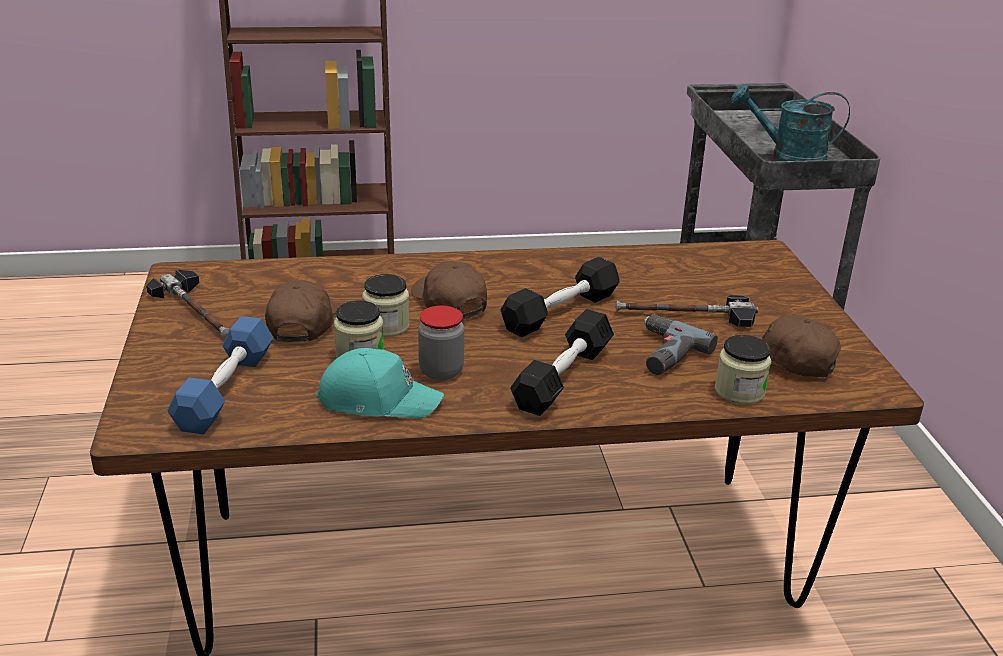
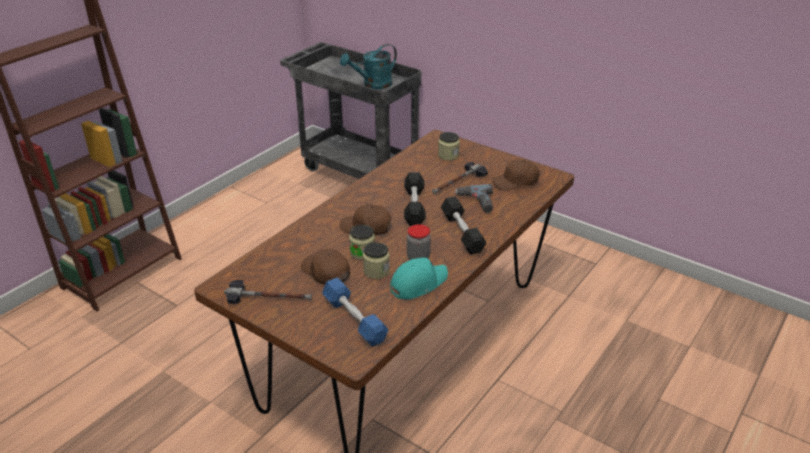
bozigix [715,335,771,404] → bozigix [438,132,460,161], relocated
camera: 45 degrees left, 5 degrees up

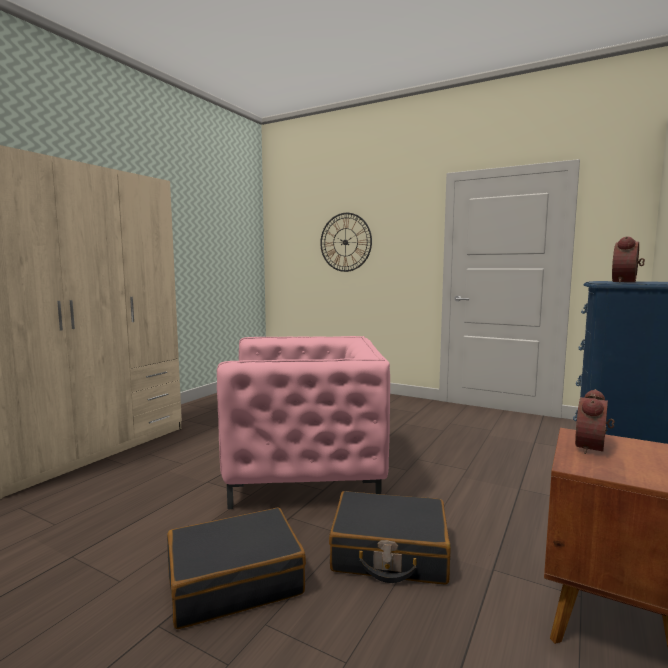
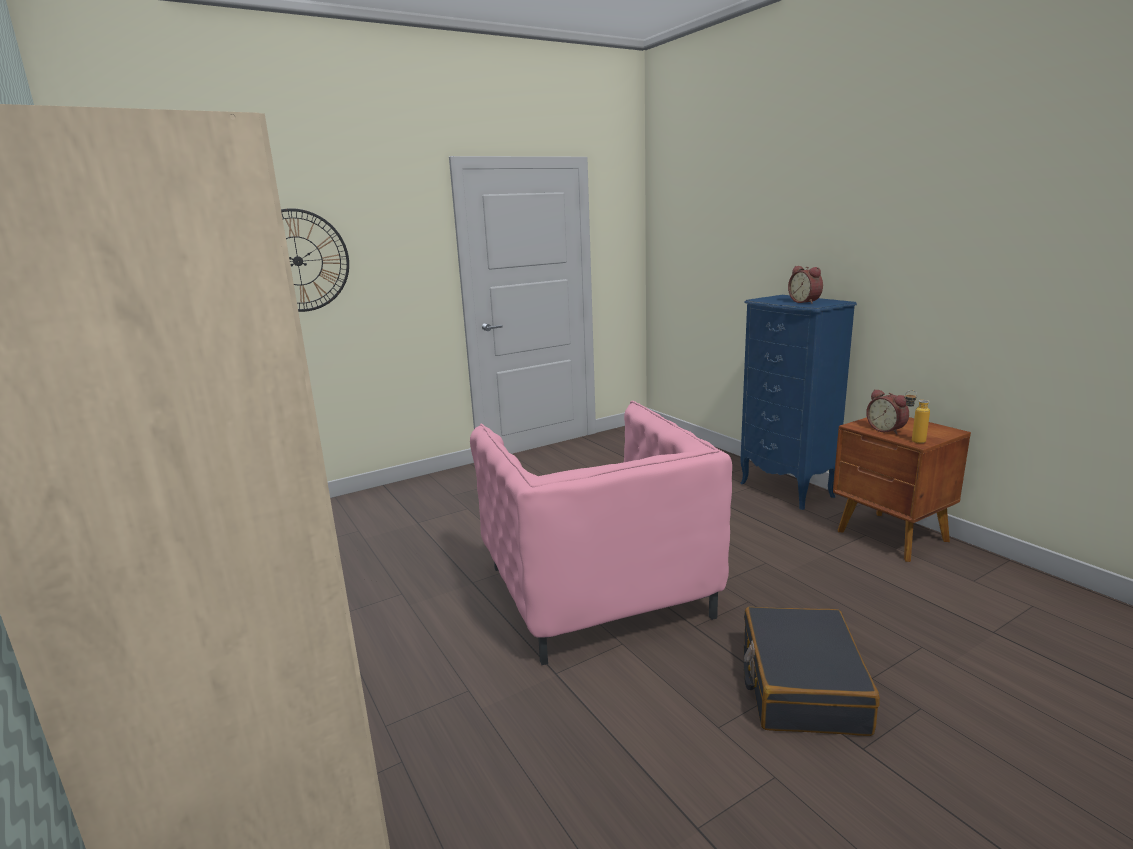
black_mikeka [329,491,451,585] → -
- → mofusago [905,390,930,443]
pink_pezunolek [217,336,390,509] → pink_pezunolek [470,401,732,665], 135 degrees clockwise
camera: 60 degrees left, 10 degrees up

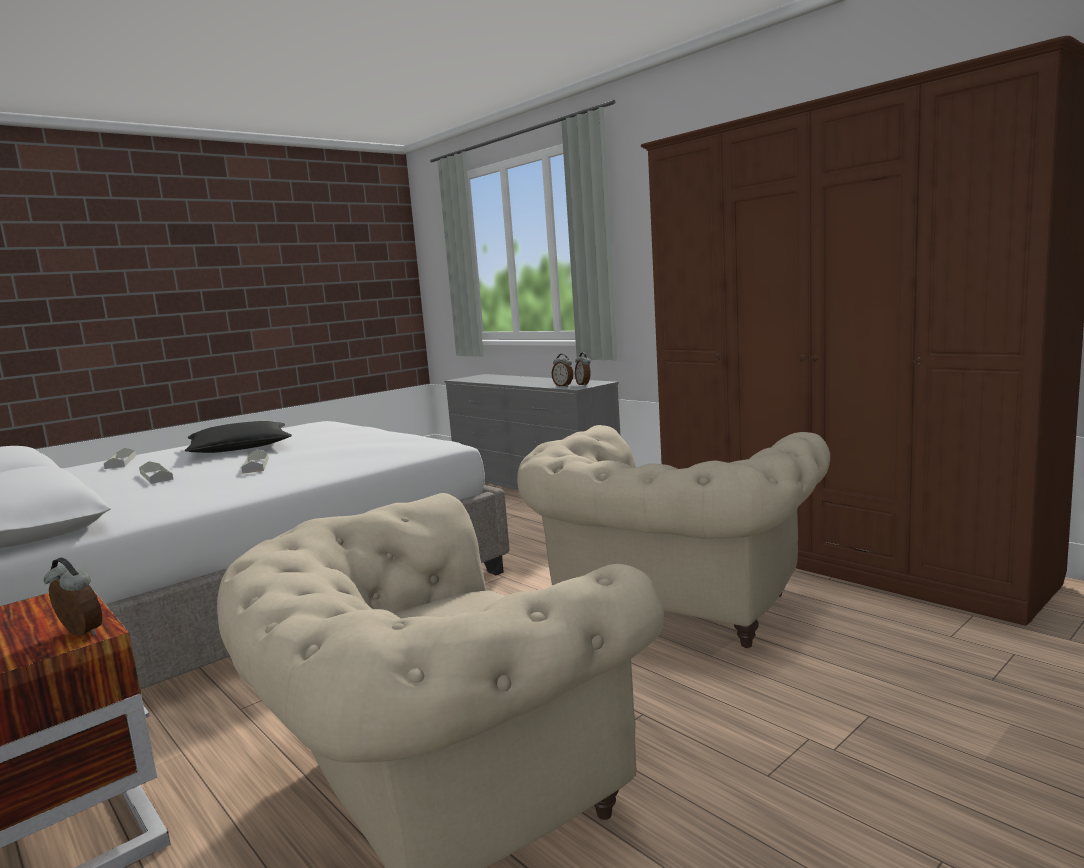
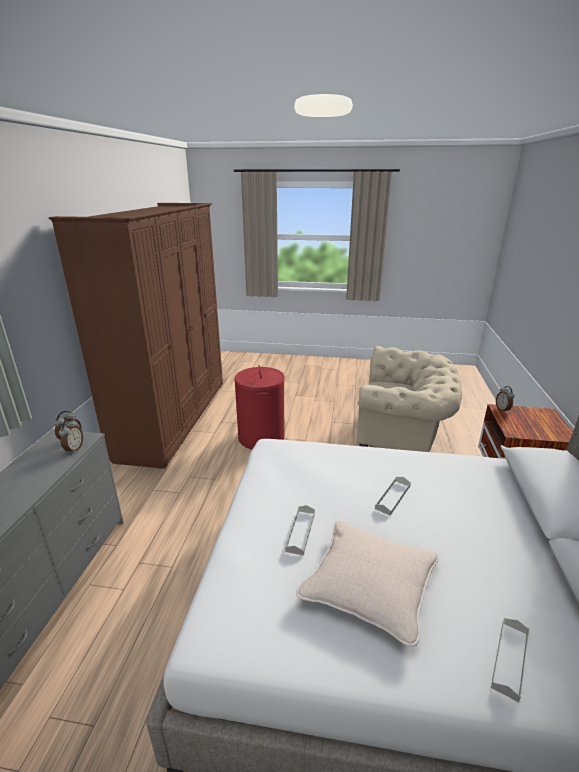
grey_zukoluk [139,461,173,484] → grey_zukoluk [285,505,315,556], relocated
beige_pezunolek [517,425,830,648] → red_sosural [234,365,285,450]
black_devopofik [185,421,292,453] → beige_devopofik [296,520,439,647]
camera: 130 degrees left, 15 degrees up

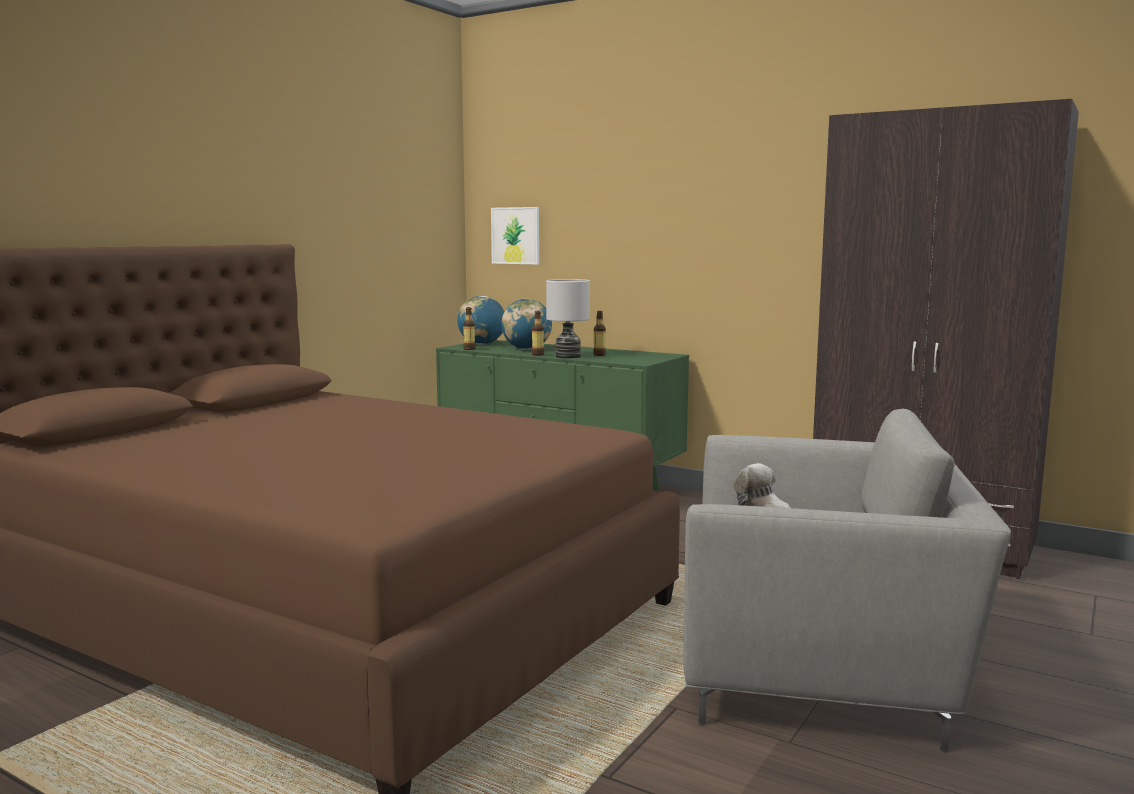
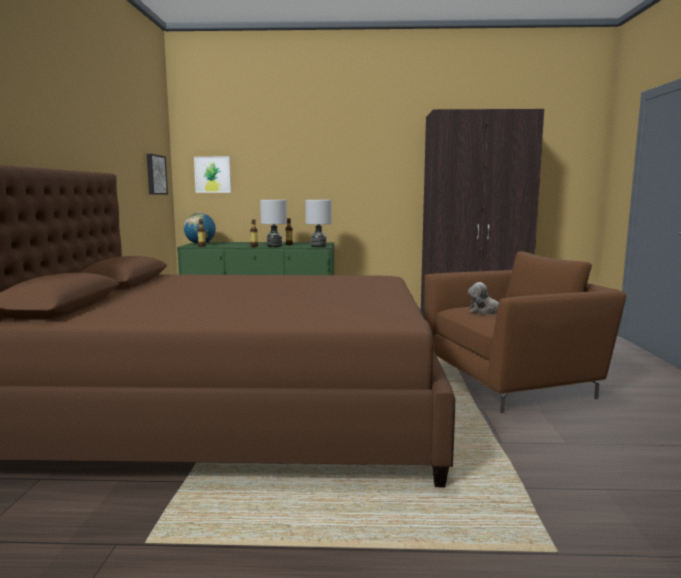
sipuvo [501,299,552,350] → -
- → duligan [147,154,168,195]
- → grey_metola [305,200,332,247]
grey_pezunolek [683,409,1011,752] → brown_pezunolek [424,251,626,413]
camera: 30 degrees left, 0 degrees up

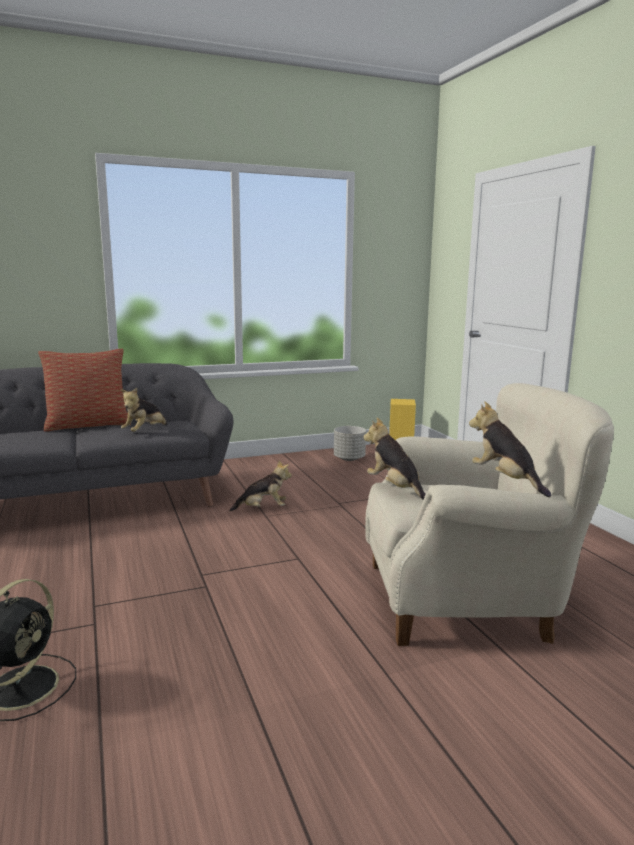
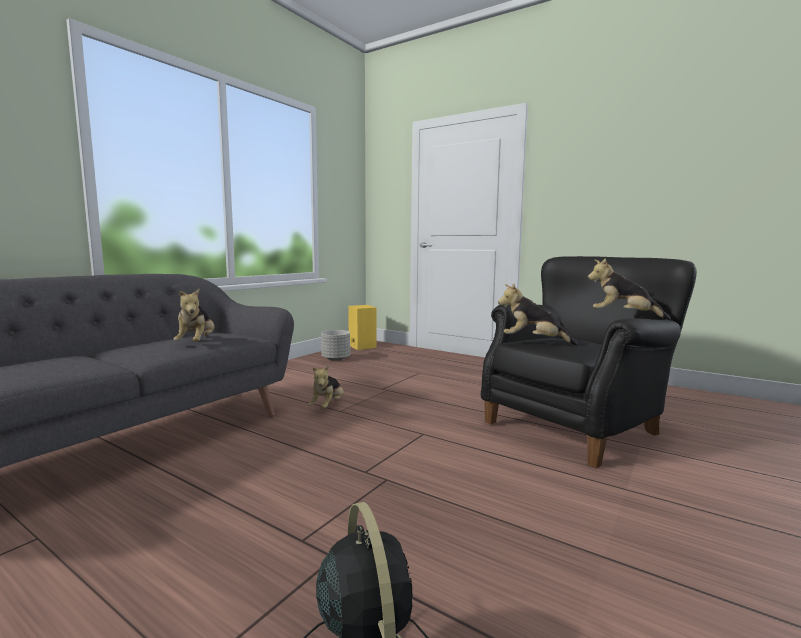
devopofik [38,349,131,432] → -
beige_pezunolek [365,383,614,646] → black_pezunolek [481,256,697,468]
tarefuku [229,460,292,511] → tarefuku [308,365,343,409], 150 degrees clockwise
camera: 35 degrees left, 5 degrees down

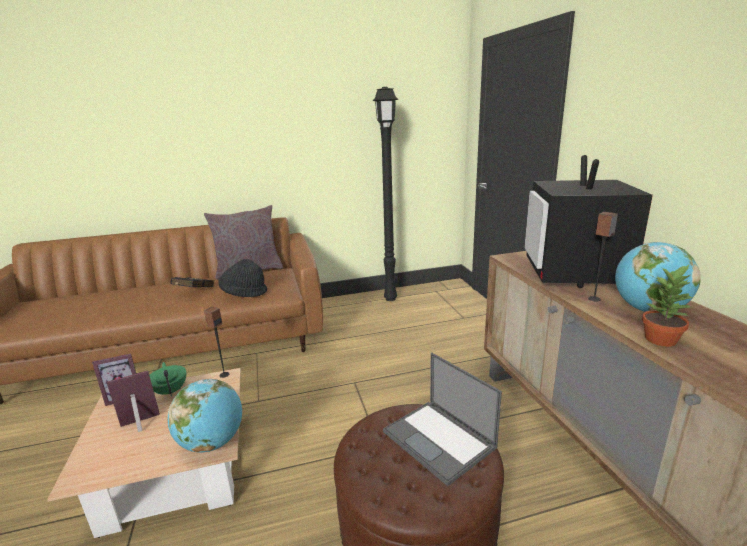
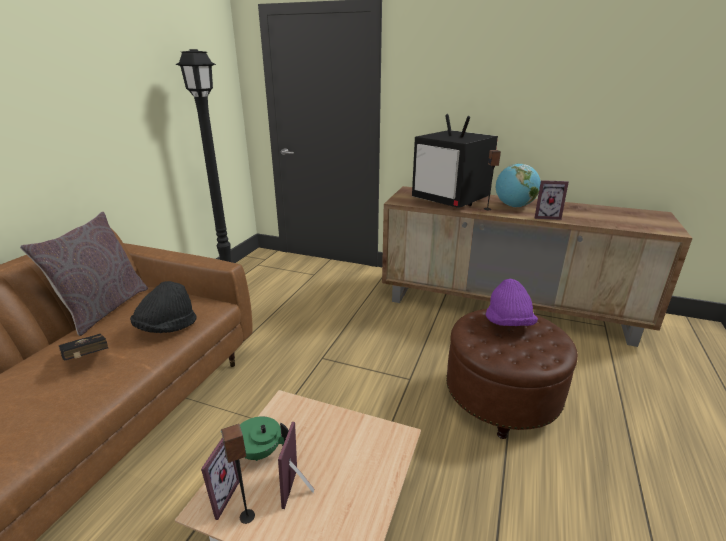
sipuvo [168,379,242,452] → -
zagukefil [204,307,229,378] → zagukefil [221,424,255,524], relocated
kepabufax [383,352,502,486] → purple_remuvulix [486,279,538,326]
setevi [642,265,693,347] → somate [535,180,569,220]
camera: 55 degrees left, 5 degrees up

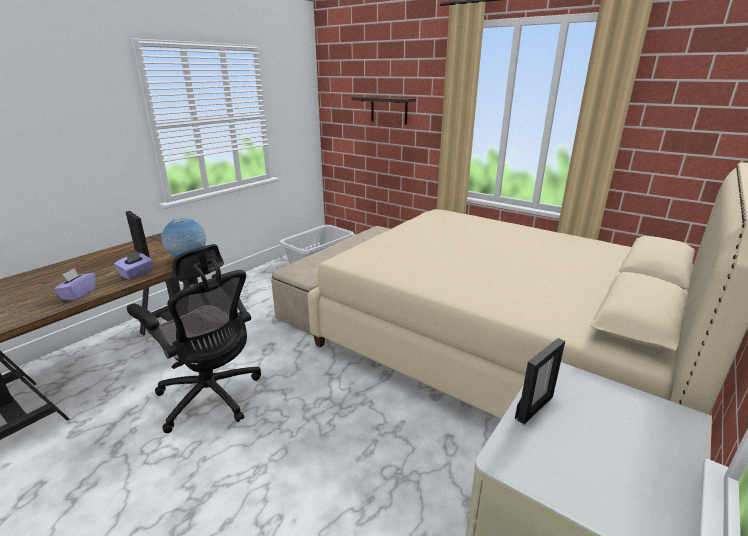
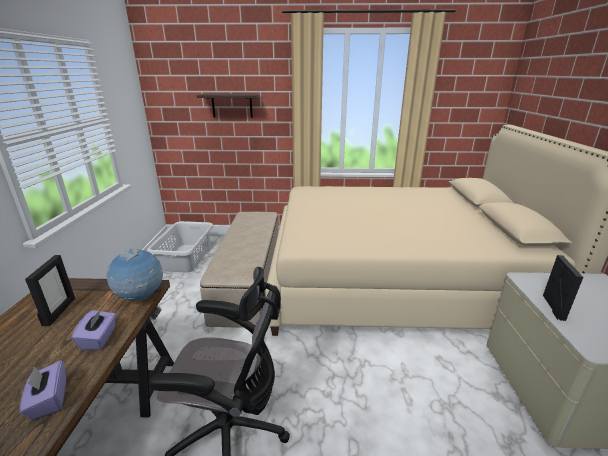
somate [126,211,150,257] → somate [25,255,75,326], 75 degrees clockwise
camera: 35 degrees left, 0 degrees up

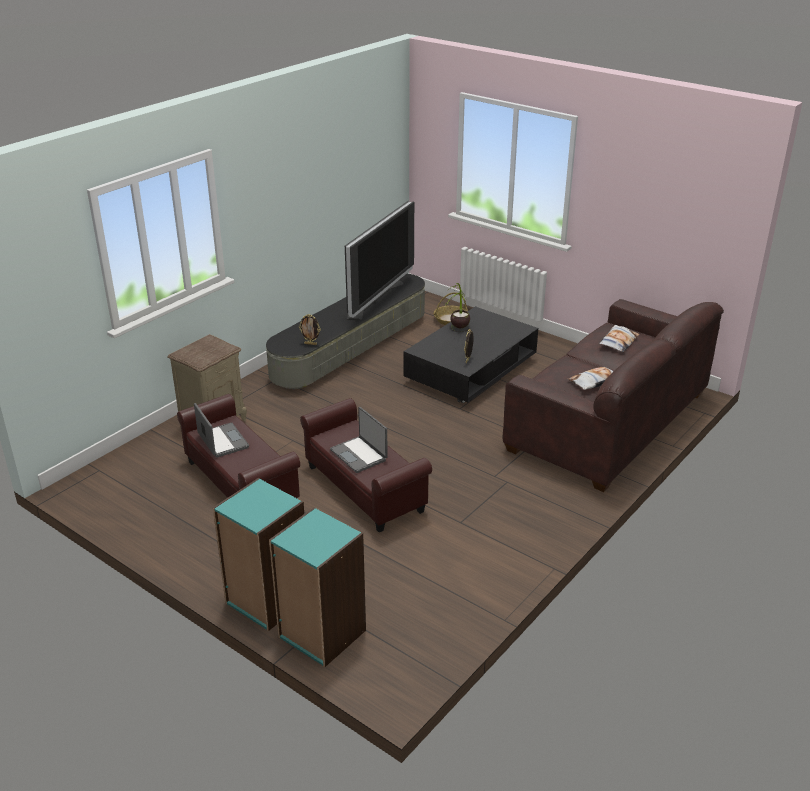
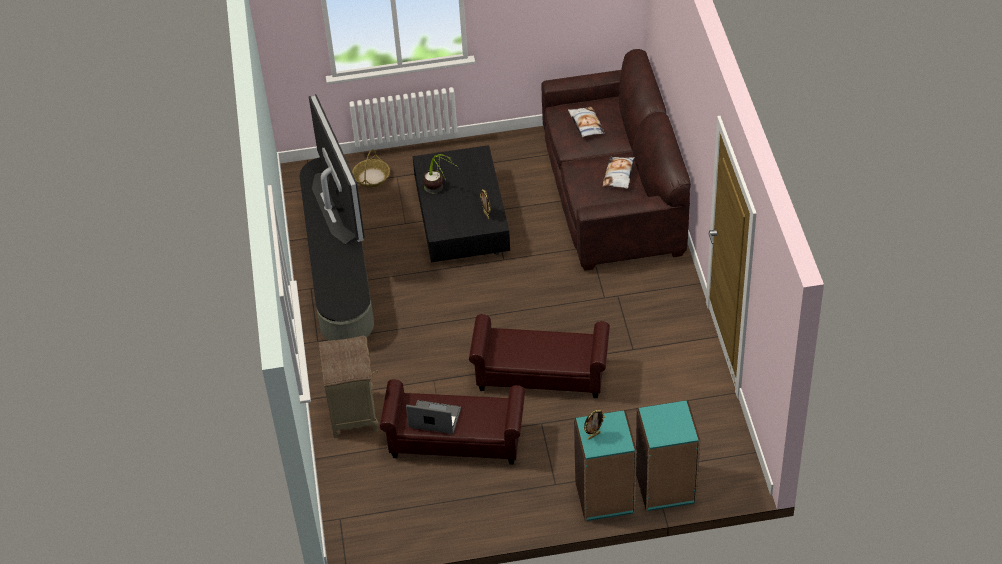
kepabufax [330,407,388,473] → -
somate [299,314,321,345] → somate [584,410,605,440], relocated
camera: 45 degrees left, 15 degrees up

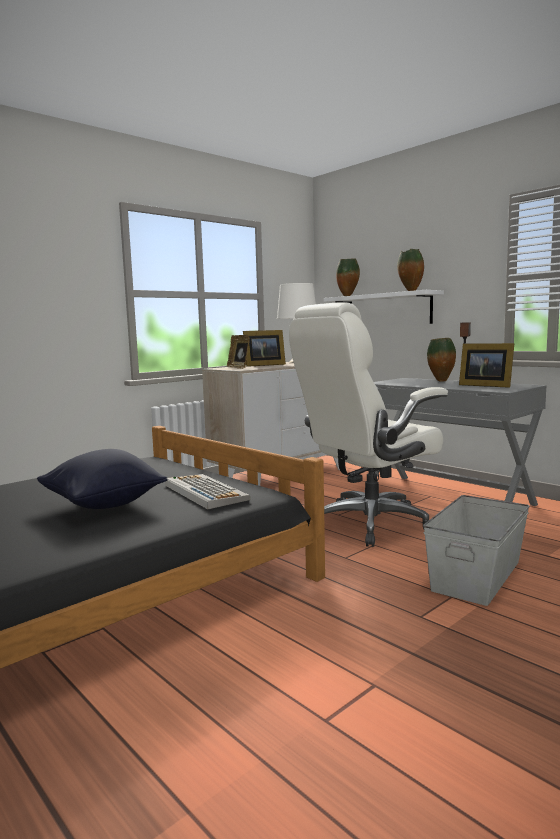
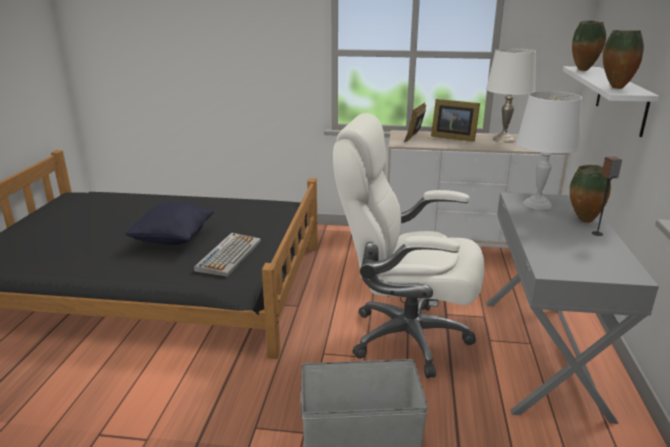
somate [459,343,514,388] → -
- → white_metola [516,91,582,210]
camera: 50 degrees right, 15 degrees up

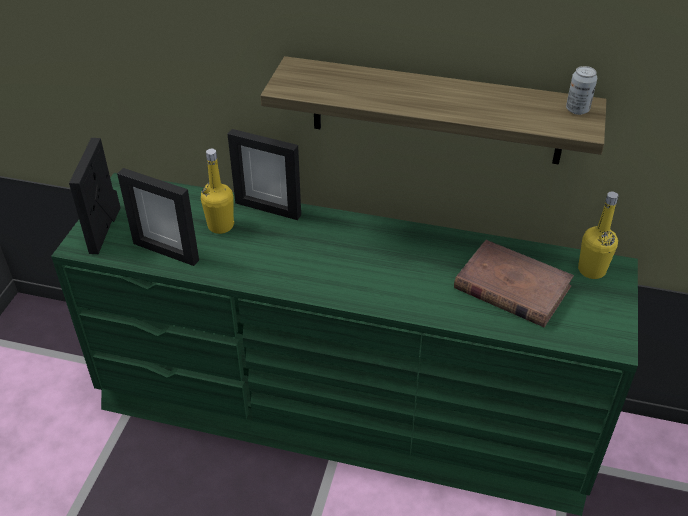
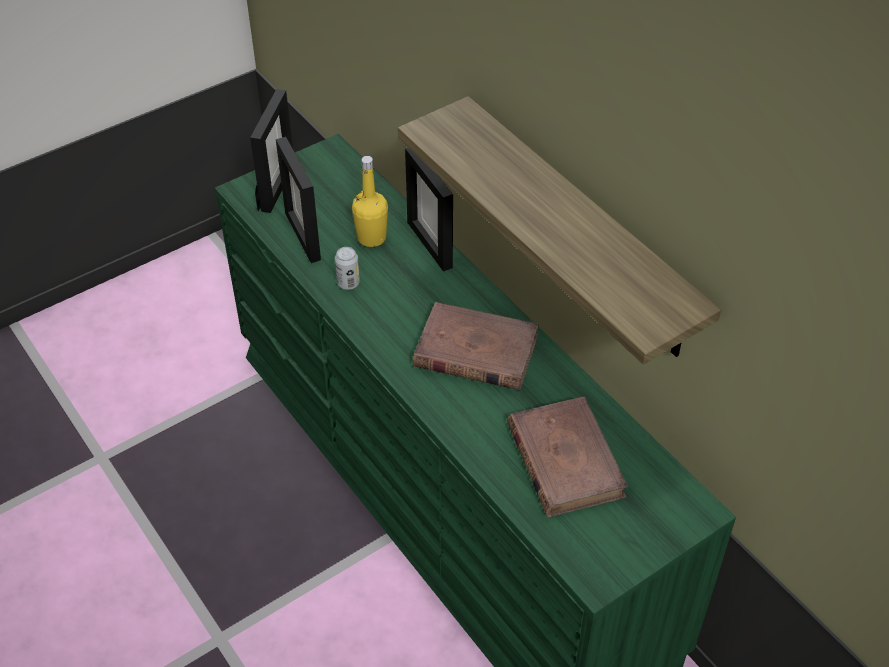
yellow_mofusago [578,192,619,279] → -
- → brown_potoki [413,302,539,390]
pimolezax [566,66,597,115] → pimolezax [335,247,360,290], relocated
somate [69,138,121,254] → somate [250,89,293,213], 150 degrees clockwise
camera: 40 degrees right, 5 degrees up

